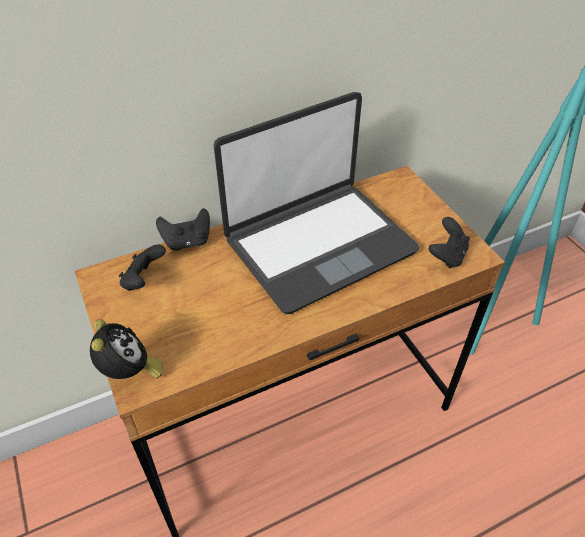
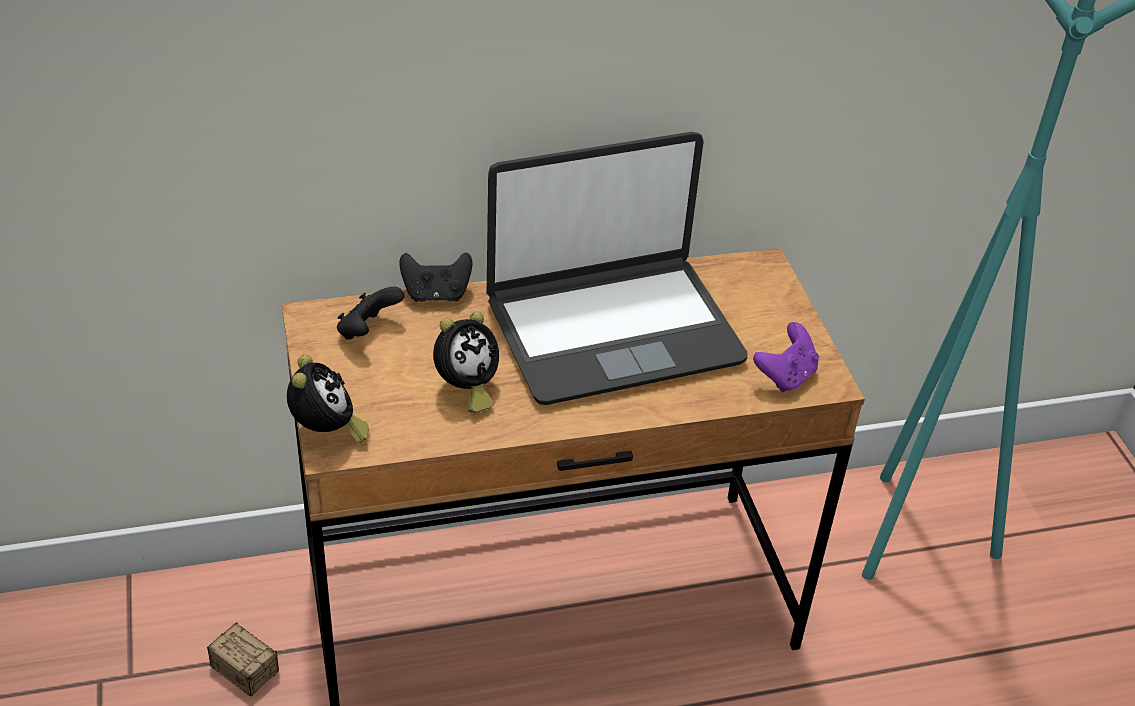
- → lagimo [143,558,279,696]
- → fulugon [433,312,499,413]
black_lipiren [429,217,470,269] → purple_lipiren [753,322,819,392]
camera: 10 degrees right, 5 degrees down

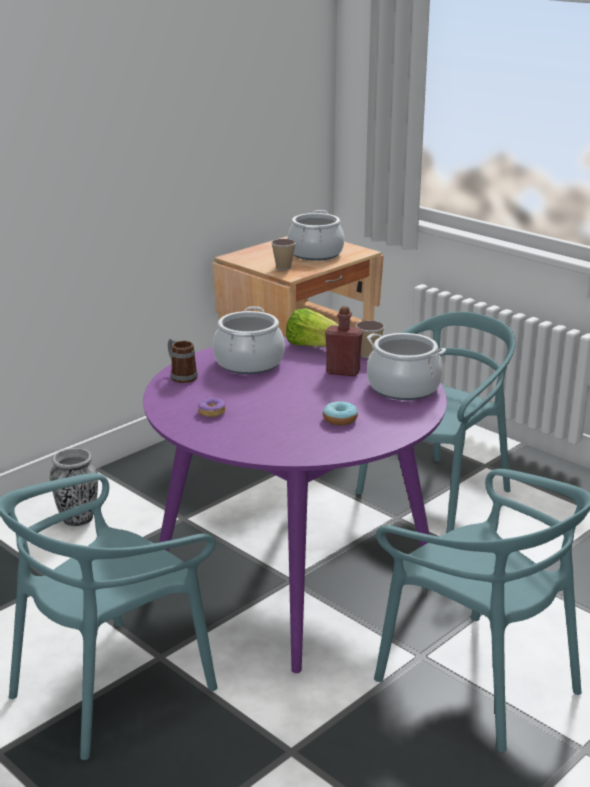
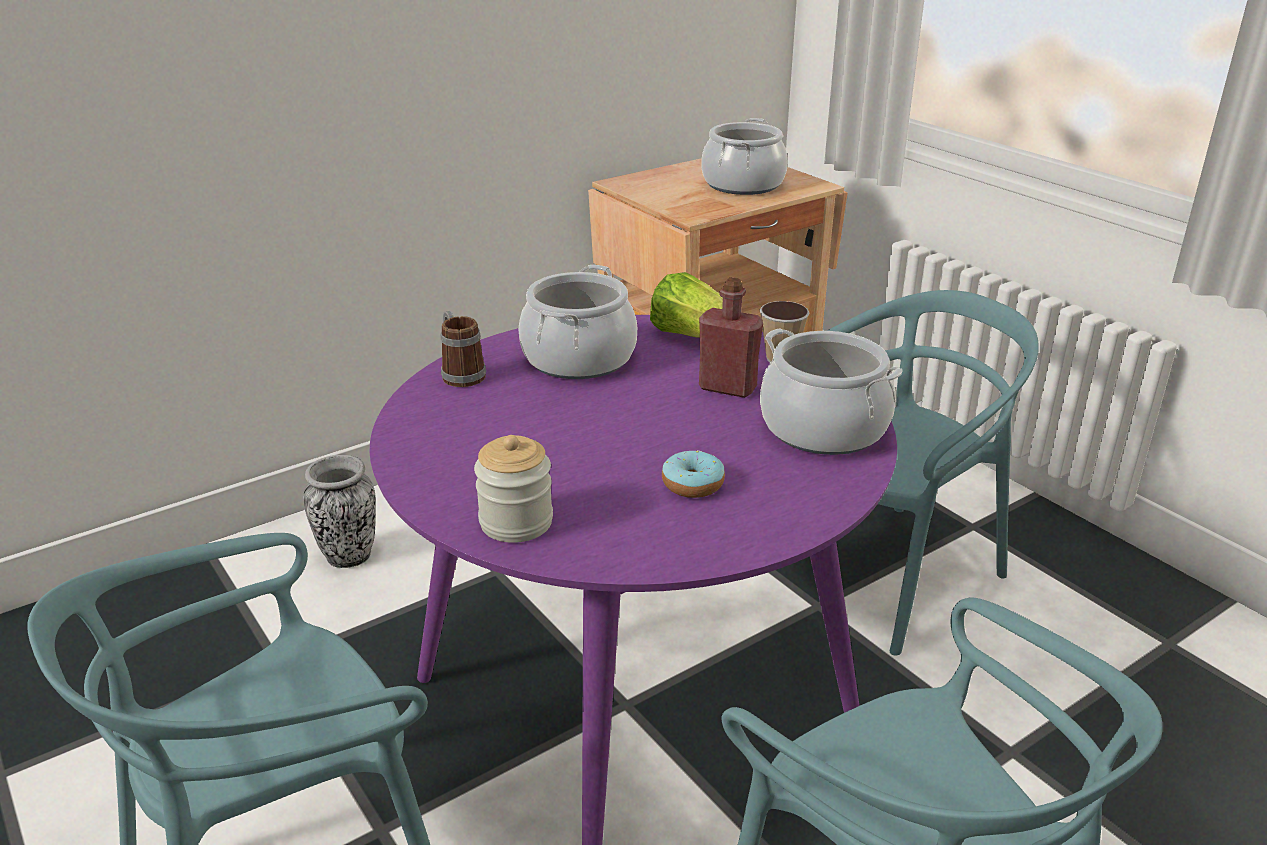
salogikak [198,397,226,417] → -
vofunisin [271,239,296,270] → -
- → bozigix [474,435,553,543]
camera: 10 degrees right, 5 degrees up

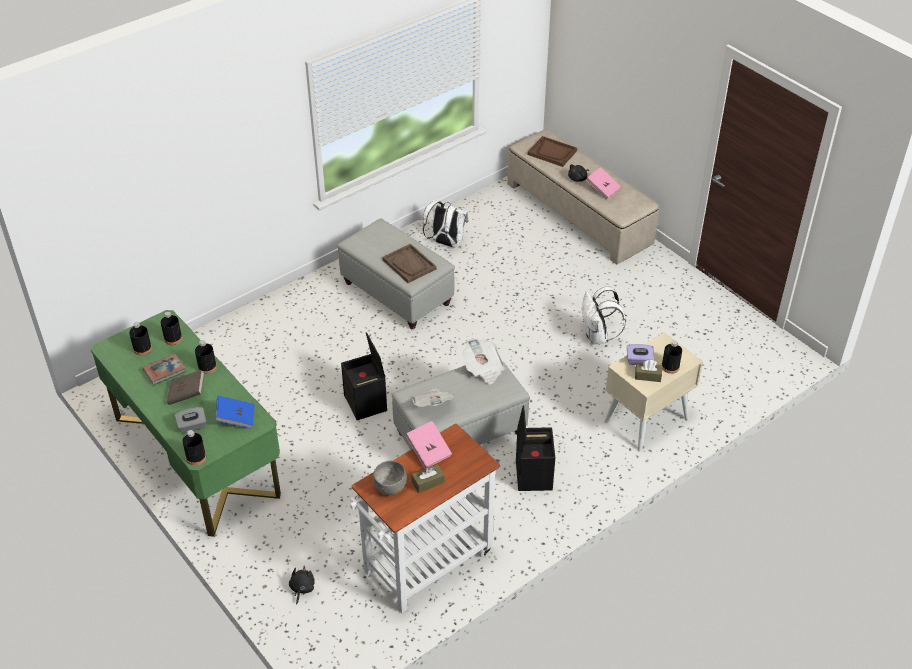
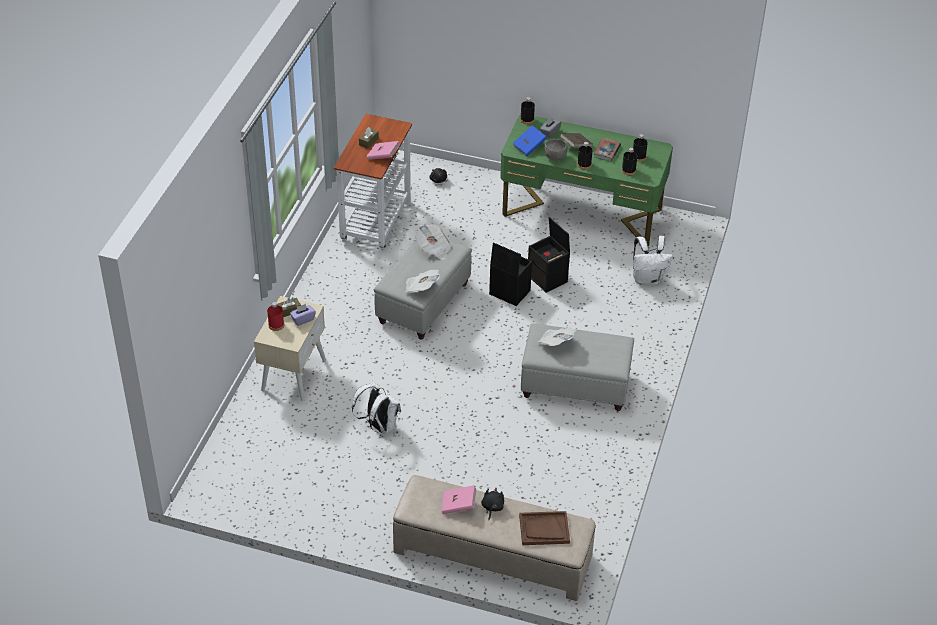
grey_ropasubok [373,461,407,495] → grey_ropasubok [544,139,568,161], relocated
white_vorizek [423,200,468,248] → white_vorizek [633,236,673,285], relocated
black_lagimo [516,405,555,491] → black_lagimo [528,217,570,293], relocated
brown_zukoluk [382,244,436,283] → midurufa [538,328,576,346]
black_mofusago [662,340,682,374] → red_mofusago [267,302,284,331]
camera: 145 degrees right, 0 degrees up

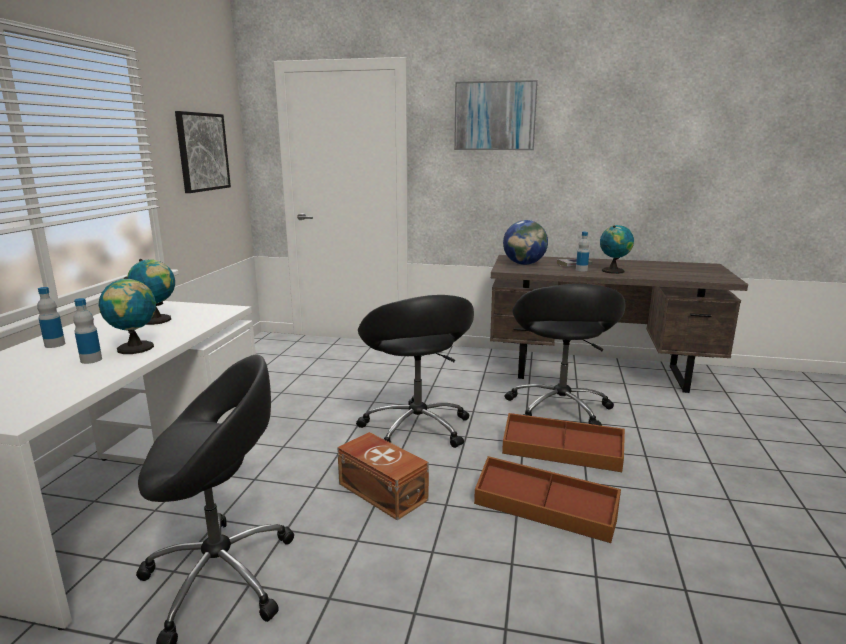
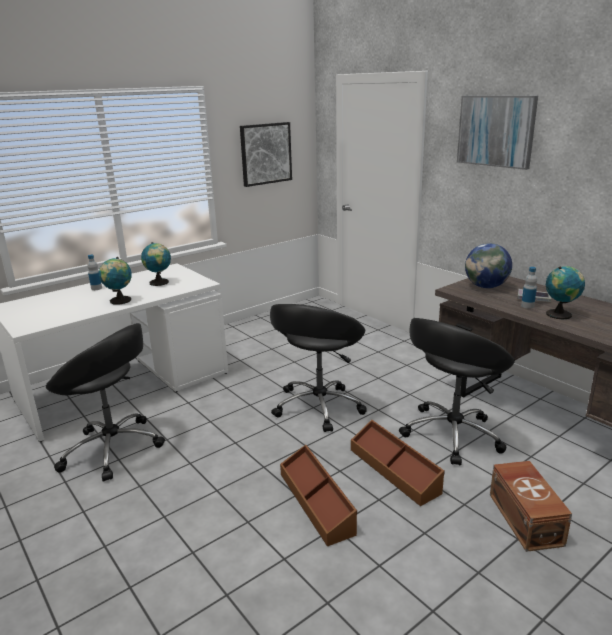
mofusago [73,298,102,364] → -
brown_lagimo [337,432,429,520] → brown_lagimo [490,461,572,552], relocated
camera: 40 degrees right, 5 degrees up

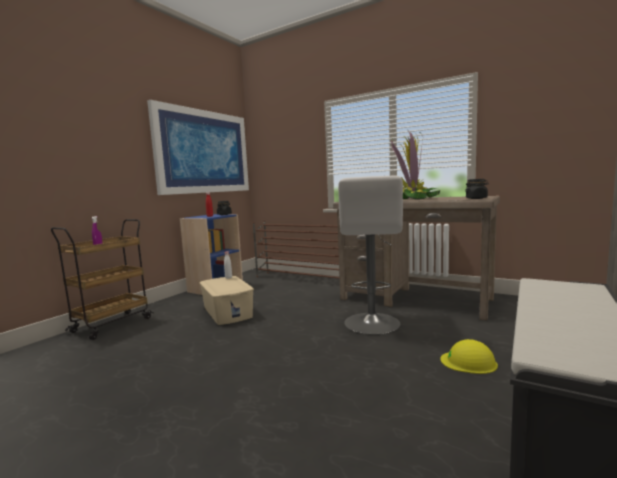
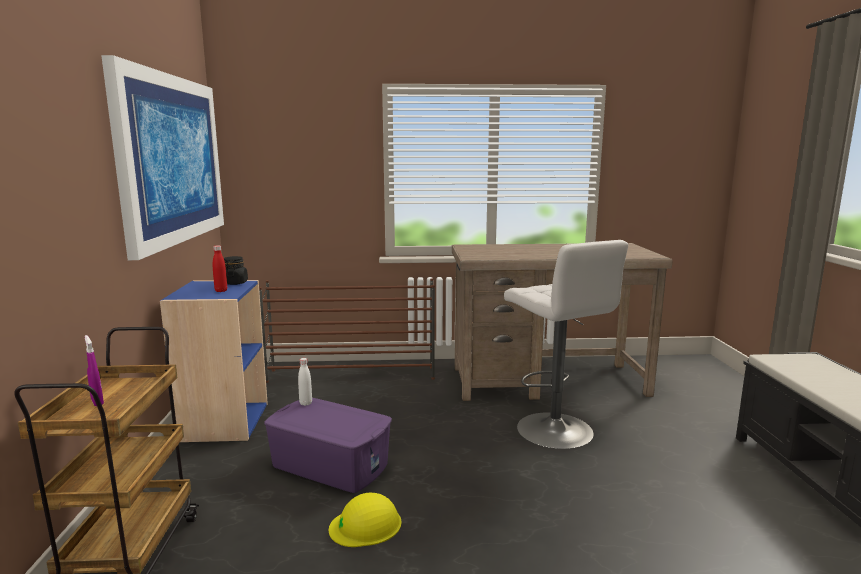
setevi [391,131,440,199] → -
black_bozigix [465,179,489,199] → -
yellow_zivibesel [440,339,498,374] → yellow_zivibesel [329,493,402,547], relocated
beige_lagimo [199,276,254,325] → purple_lagimo [264,398,392,493]
camera: 35 degrees left, 5 degrees up

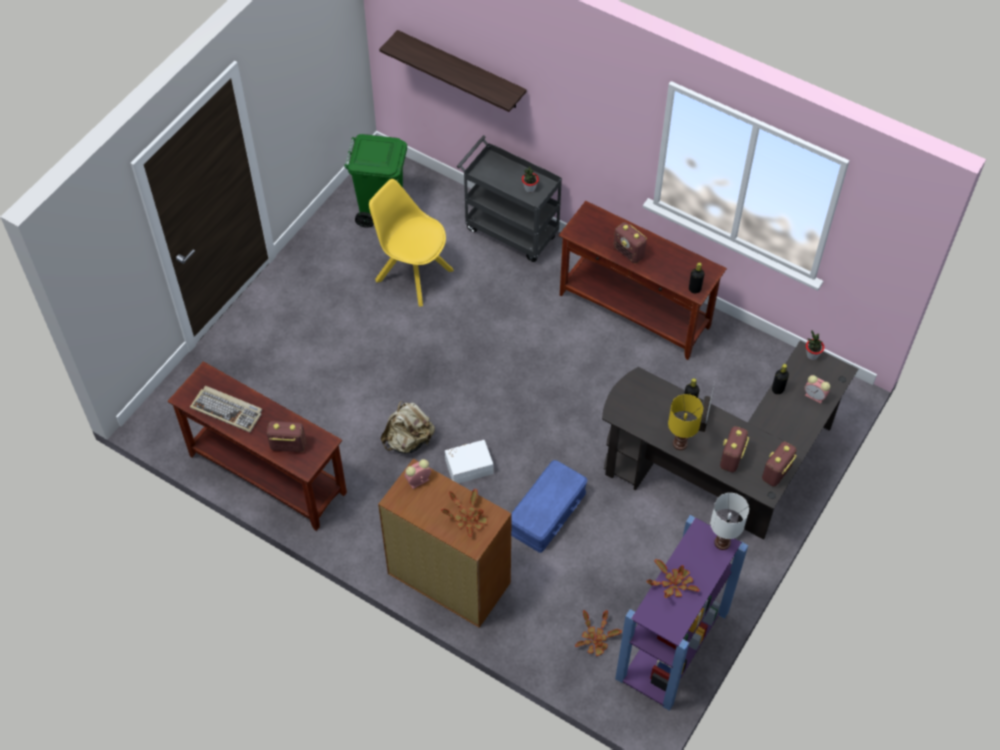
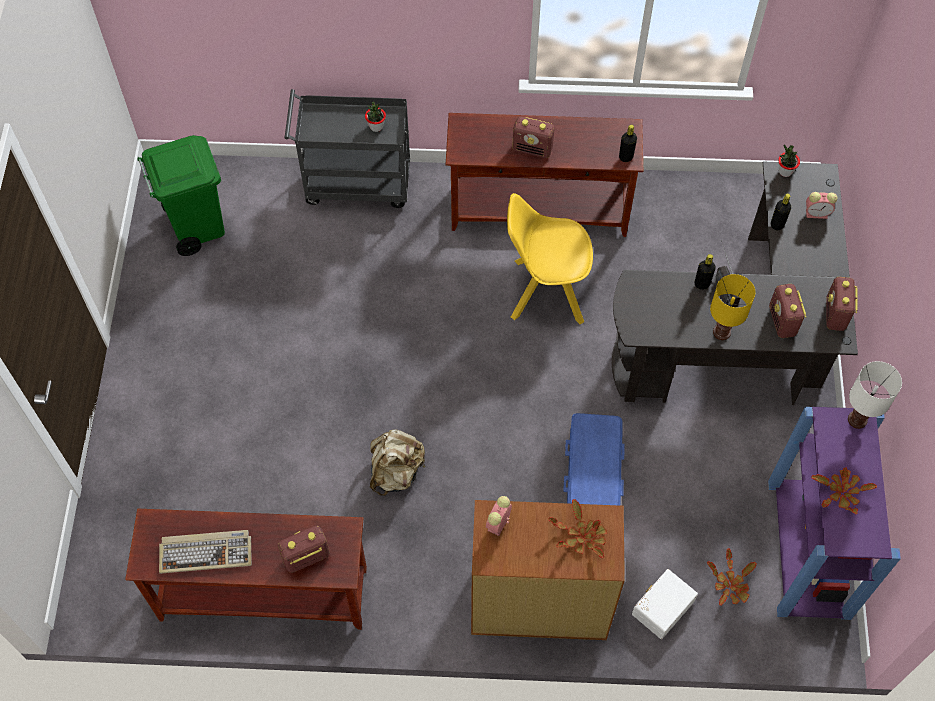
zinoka [379,30,527,112] → -
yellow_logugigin [369,179,454,307] → yellow_logugigin [507,193,593,324], relocated
white_lagimo [445,440,493,484] → white_lagimo [632,569,698,639], relocated
camera: 30 degrees left, 5 degrees up

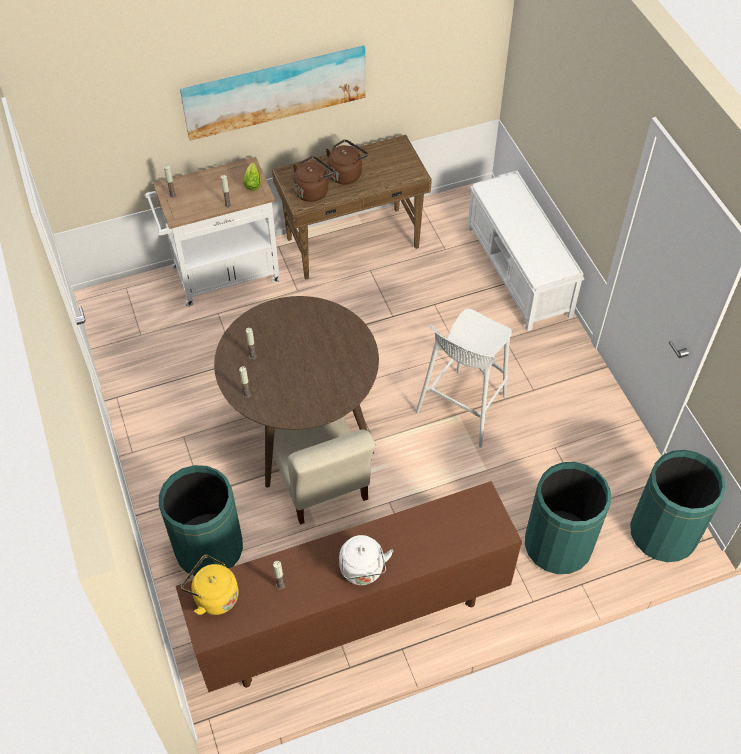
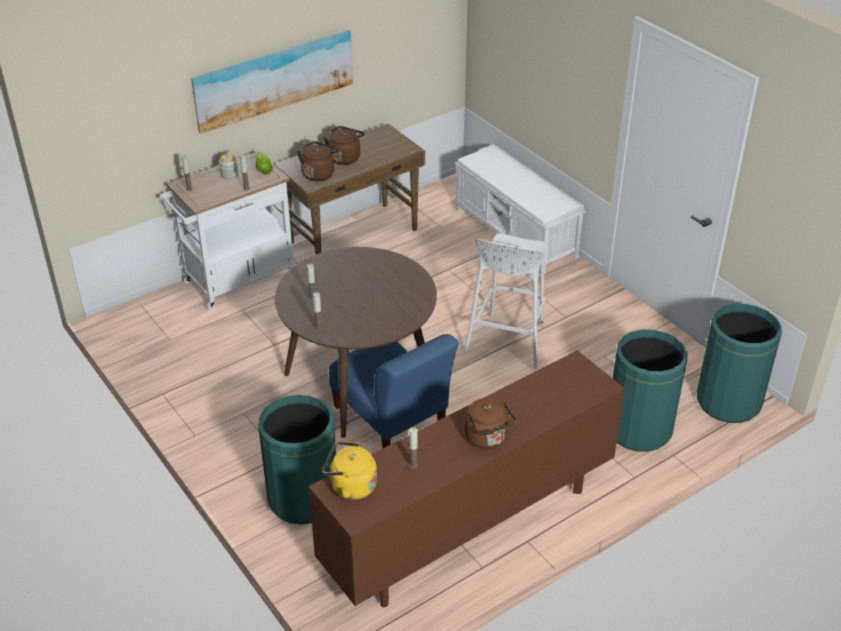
- → bozigix [219,154,238,179]
beige_logugigin [263,416,375,525] → blue_logugigin [329,334,459,448]
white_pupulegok [339,535,393,585] → brown_pupulegok [464,398,516,449]
camera: 15 degrees left, 15 degrees down

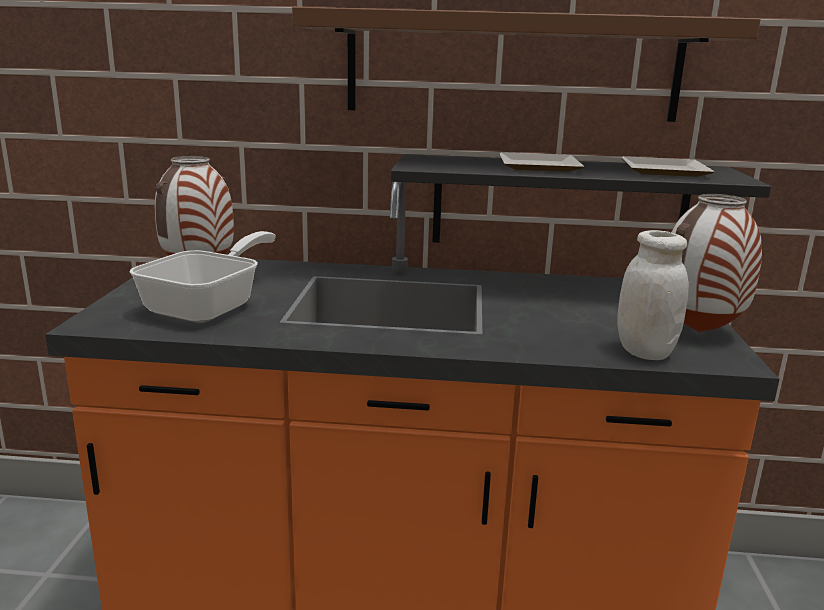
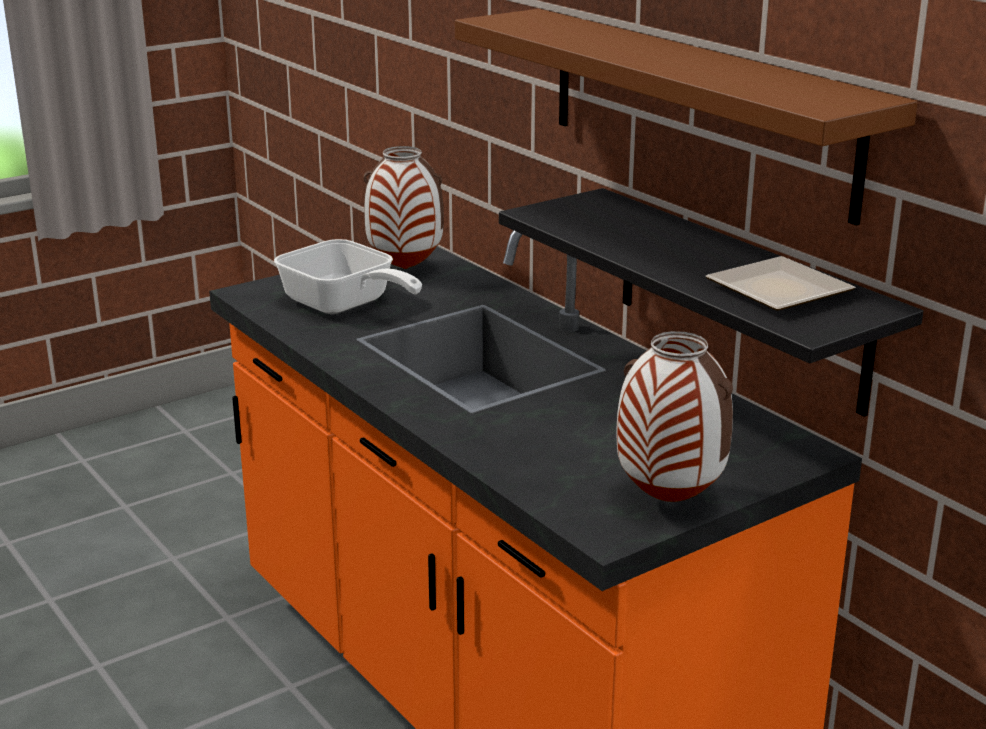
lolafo [499,152,585,172] → -
white_bozigix [617,230,689,360] → -
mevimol [129,231,276,323] → mevimol [274,239,422,315], 60 degrees clockwise
camera: 50 degrees right, 5 degrees up

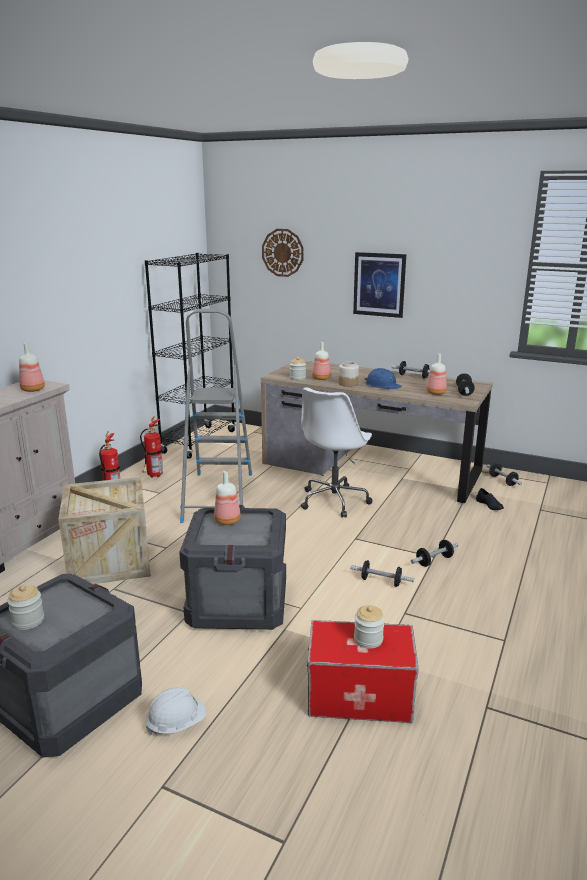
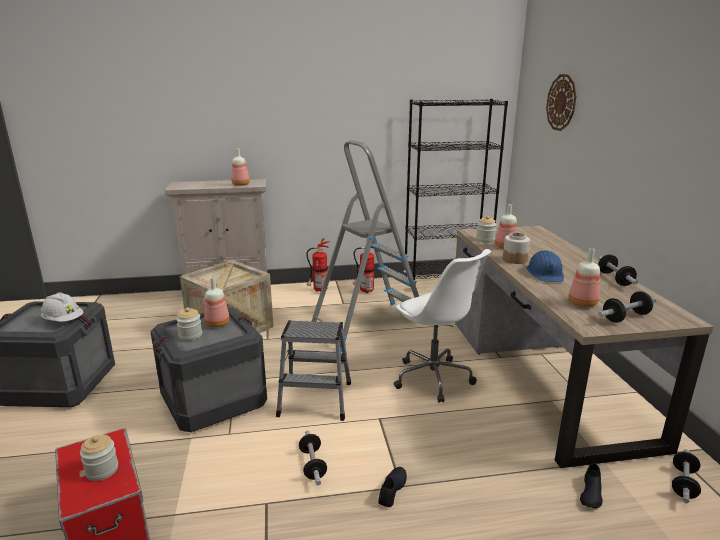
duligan [353,252,406,318] → -
- → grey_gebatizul [276,320,351,421]
bozigix [7,585,44,630] → bozigix [176,308,202,341], relocated
white_zivibesel [146,688,206,736] → white_zivibesel [41,293,84,322], relocated
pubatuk [411,540,459,567] → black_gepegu [378,467,407,507]
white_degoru [301,387,373,518] → white_degoru [393,249,491,403], 120 degrees counterclockwise
camera: 55 degrees right, 0 degrees up

